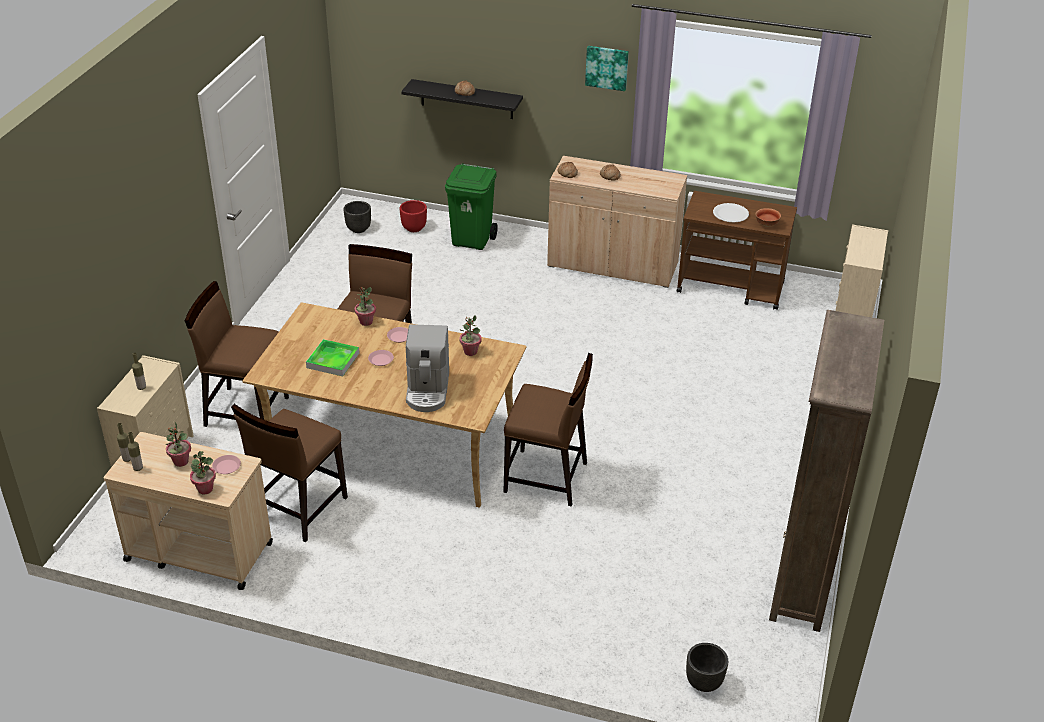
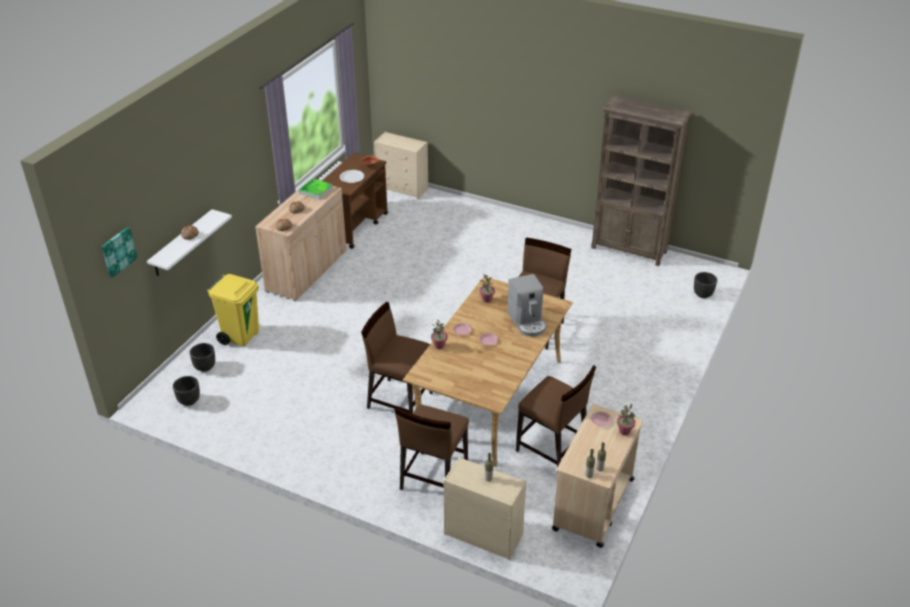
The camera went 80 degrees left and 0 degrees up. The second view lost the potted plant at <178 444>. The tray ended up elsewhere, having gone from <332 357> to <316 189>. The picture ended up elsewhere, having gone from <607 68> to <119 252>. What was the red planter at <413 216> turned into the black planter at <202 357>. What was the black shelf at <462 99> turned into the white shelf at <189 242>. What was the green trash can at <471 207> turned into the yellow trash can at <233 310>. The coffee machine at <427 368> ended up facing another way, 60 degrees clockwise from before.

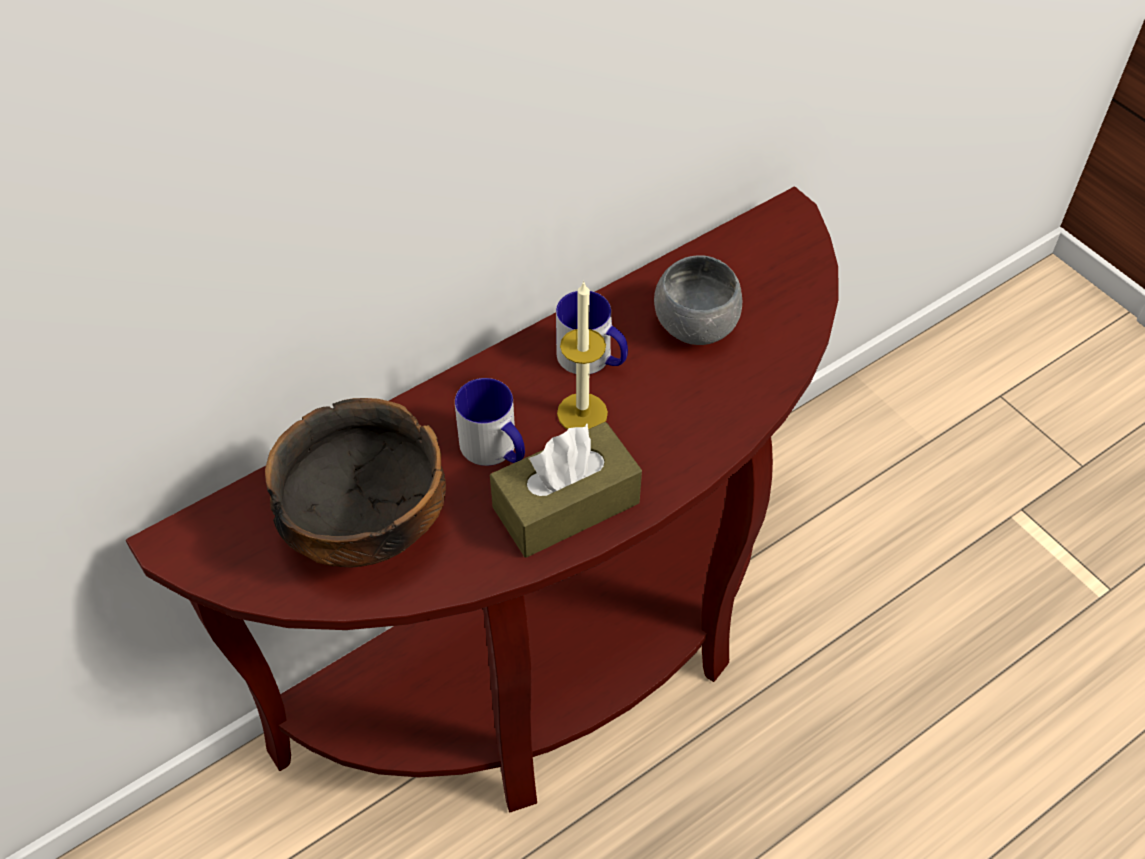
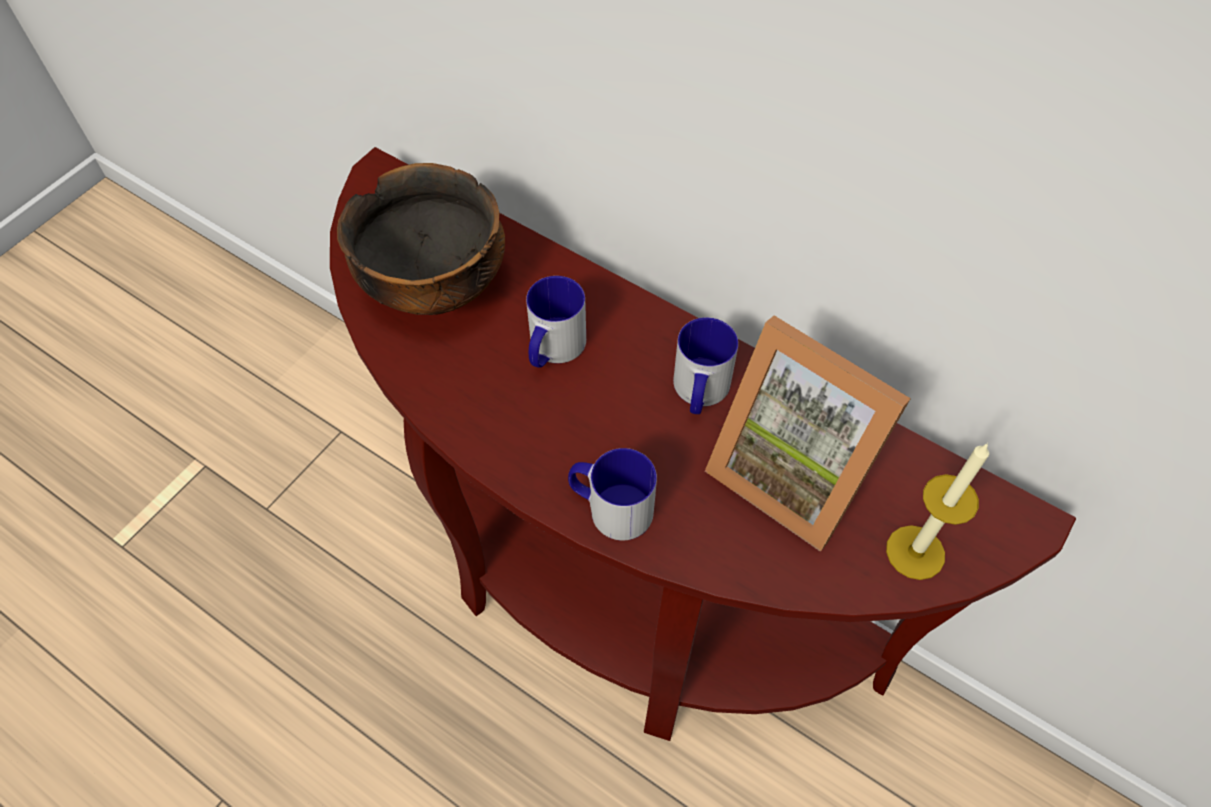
The camera went 70 degrees right and 5 degrees up. The second view lost the brown tissue box at <566 490>. The second view gained the mug at <612 494>. The candle ended up elsewhere, having gone from <582 355> to <937 511>. Where the grey bowl stood at <698 300>, the picture frame came to stand at <808 434>.

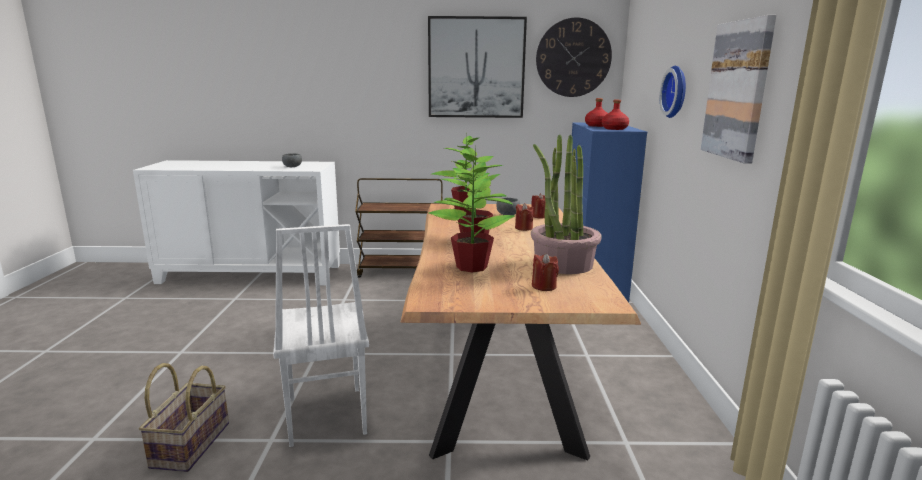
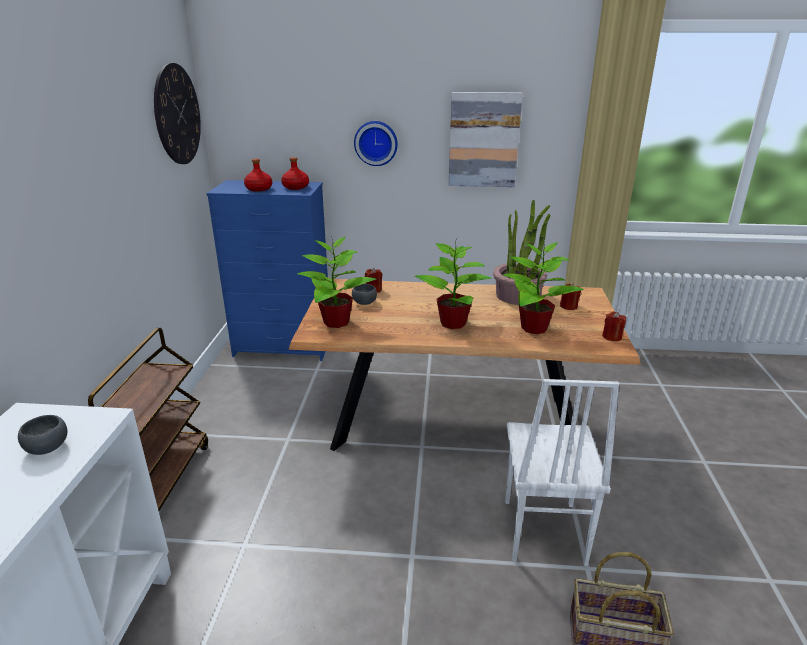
The camera went 85 degrees left and 10 degrees up. The second view lost the picture at <477 67>. The red candle ended up elsewhere, having gone from <524 217> to <614 326>. The white chair at <321 335> ended up facing another way, 105 degrees clockwise from before.

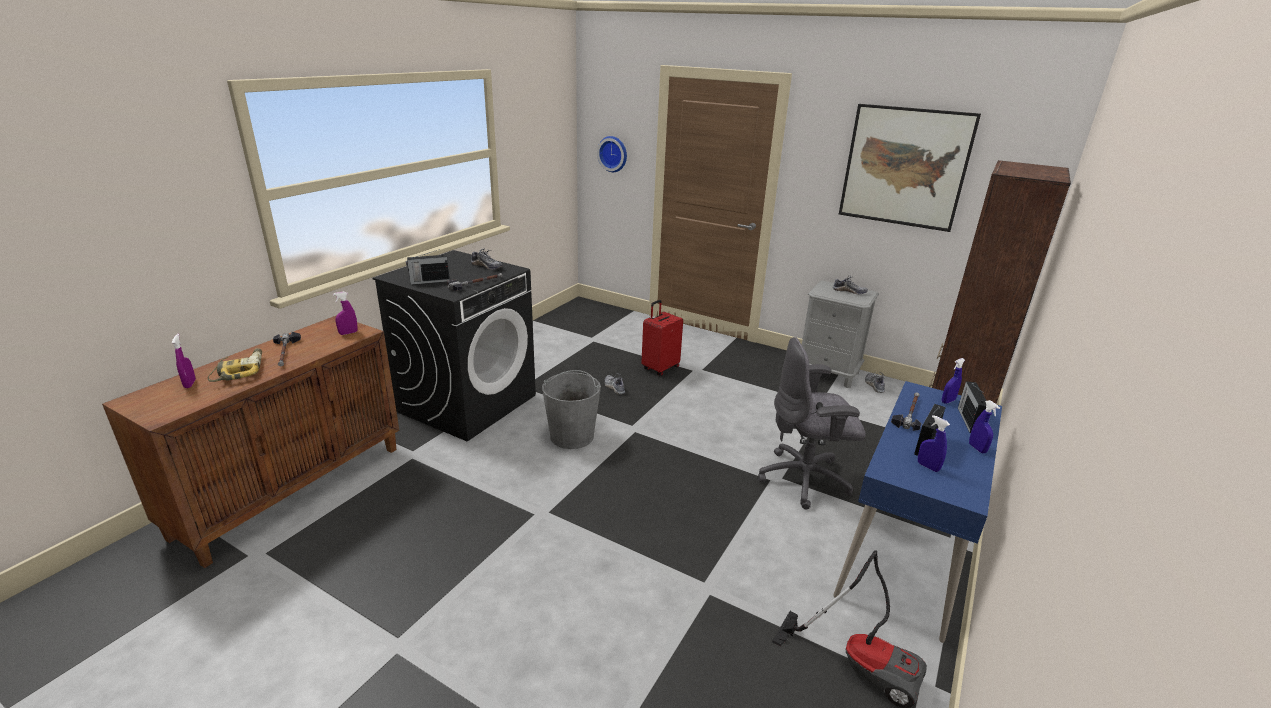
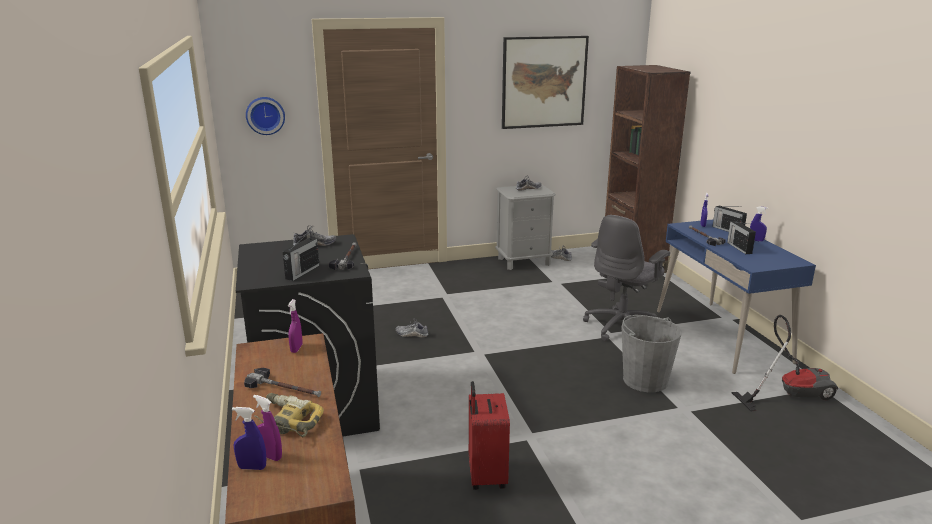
The camera went 45 degrees left and 5 degrees down. The grey bucket ended up elsewhere, having gone from <571 409> to <651 353>. The red suitcase ended up elsewhere, having gone from <662 338> to <489 435>. The blue spray bottle ended up elsewhere, having gone from <934 443> to <249 438>.

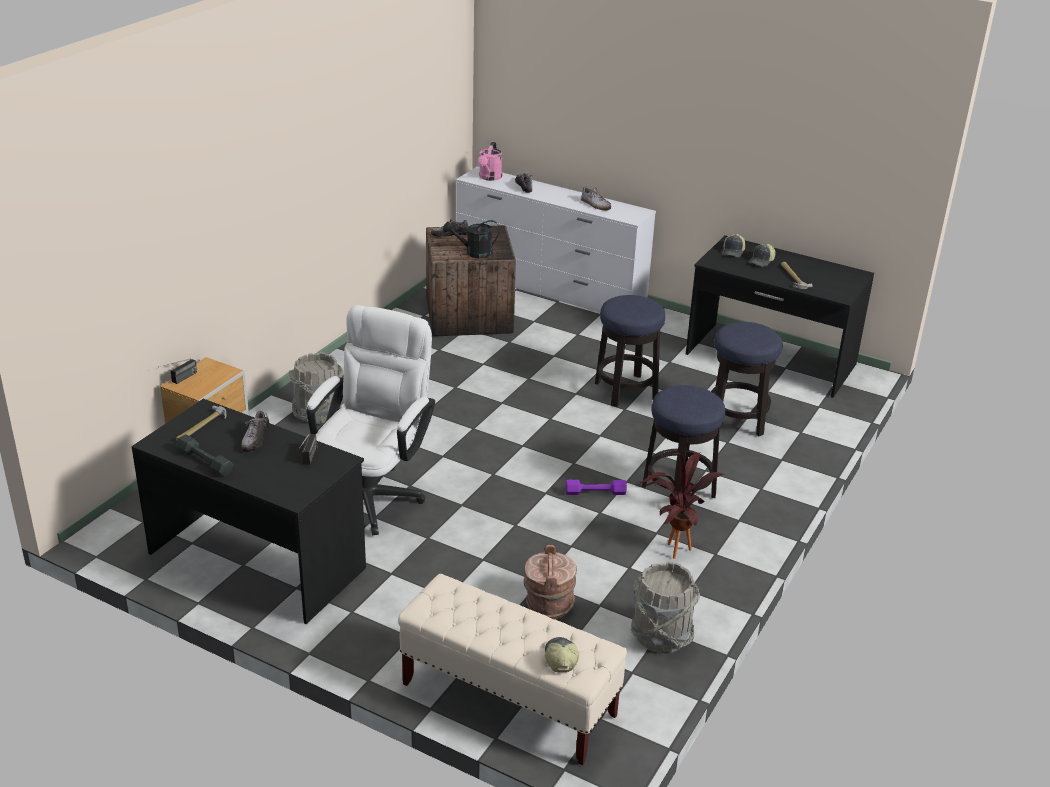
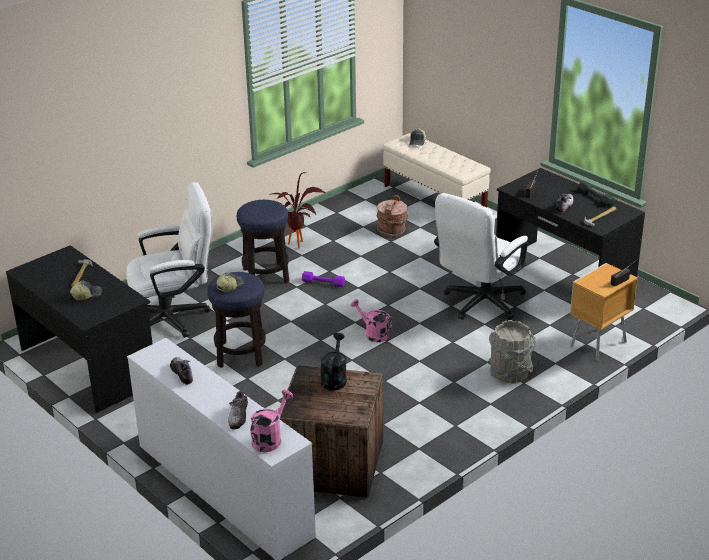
The camera went 160 degrees left and 0 degrees up. The second view lost the shoe at <450 228>. The second view lost the grey bucket at <665 607>. The second view gained the pink watering can at <371 320>. The cap ended up elsewhere, having gone from <733 245> to <230 282>. Where the stool stood at <746 379>, the white office chair came to stand at <169 260>. The black watering can at <471 239> ended up facing another way, 90 degrees counterclockwise from before.

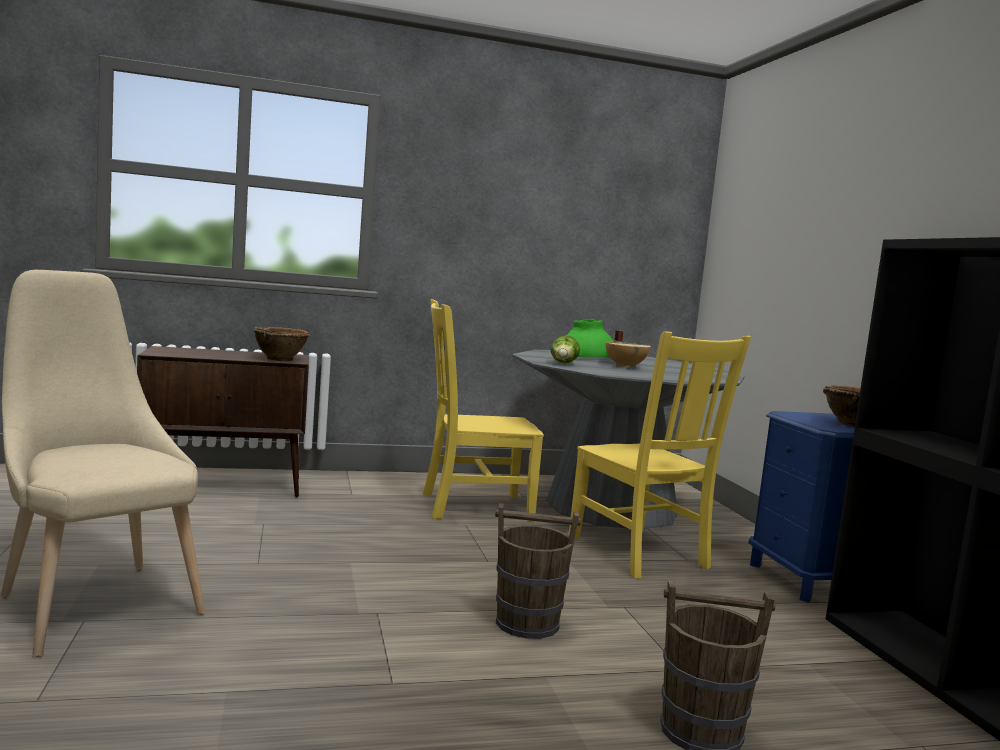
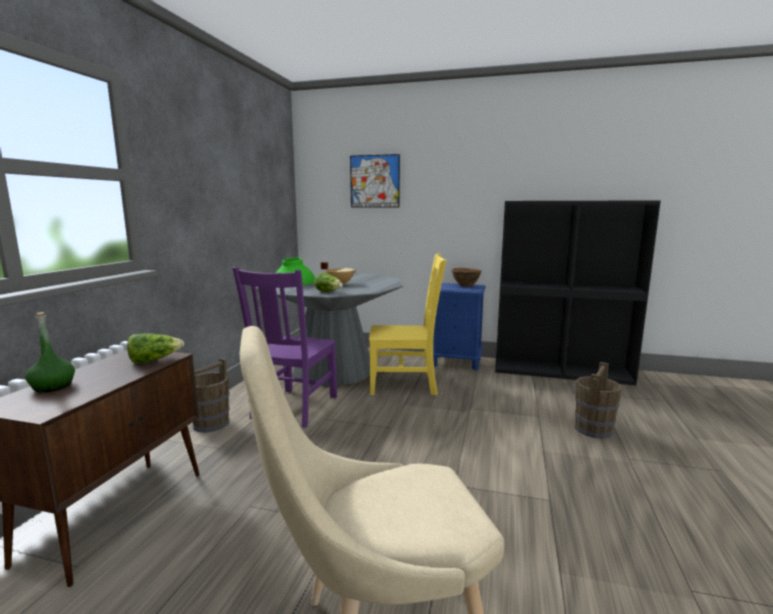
The camera went 60 degrees left and 5 degrees up. The second view gained the green bottle at <50 352>. The second view gained the picture at <375 181>. The brown bucket ended up elsewhere, having gone from <538 571> to <210 395>. Where the brown bowl stood at <281 344>, the lettuce came to stand at <155 348>. What was the yellow chair at <483 410> turned into the purple chair at <284 347>.

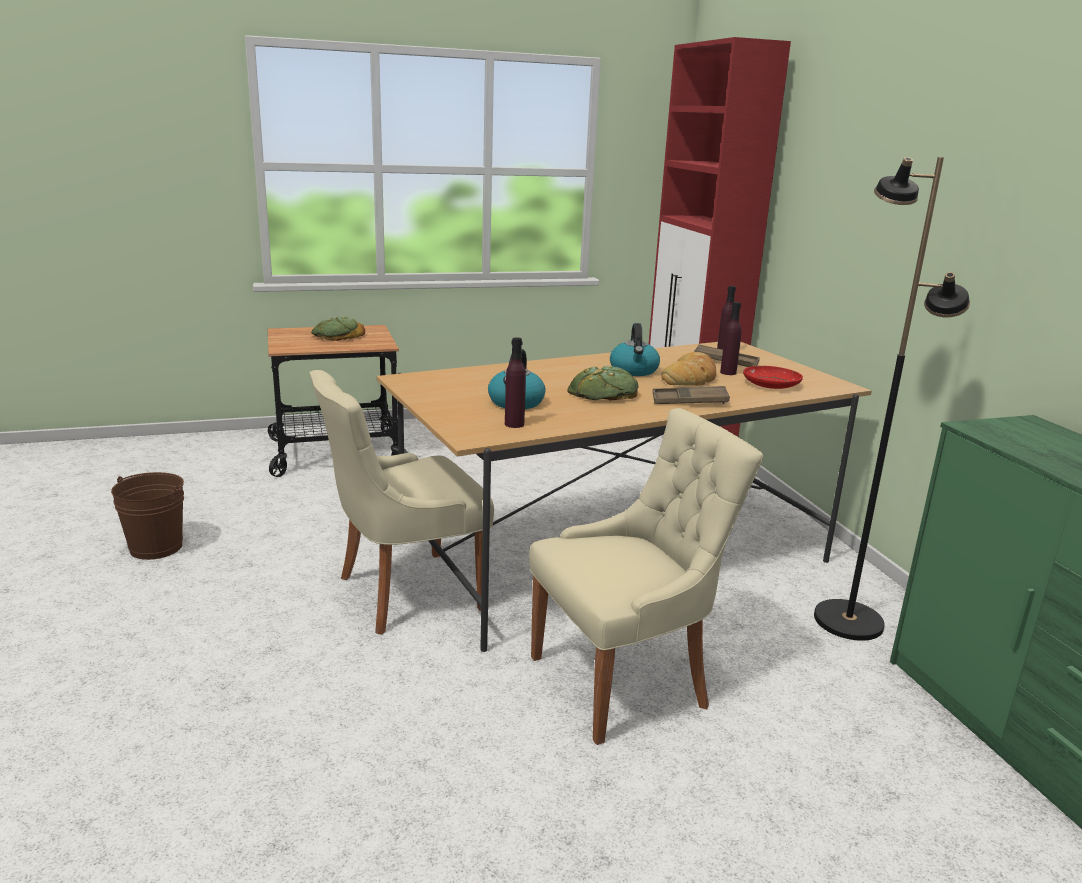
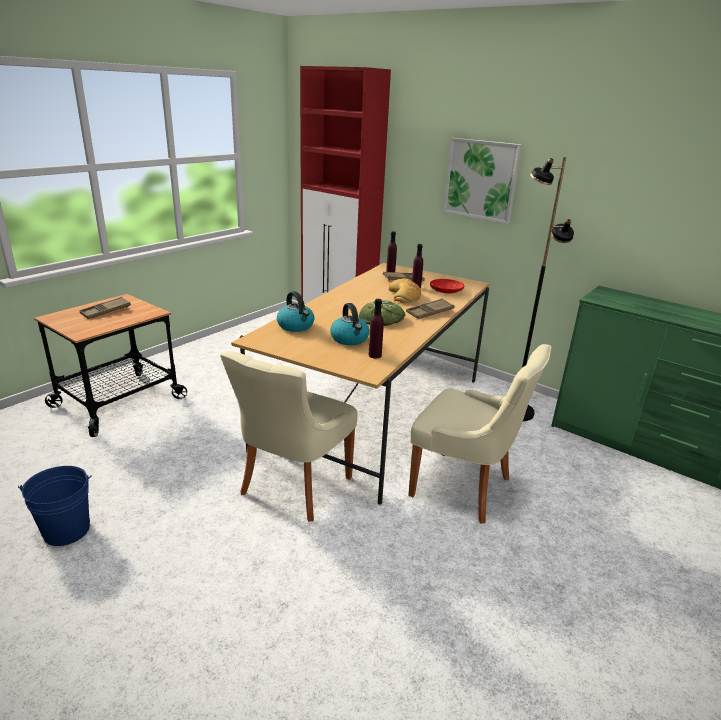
The camera went 35 degrees left and 5 degrees up. The second view gained the picture at <482 181>. The kettle ended up elsewhere, having gone from <635 349> to <296 311>. Where the bread stood at <338 328>, the brown tray came to stand at <105 308>. What was the brown bucket at <147 516> turned into the blue bucket at <55 506>. The beige chair at <646 576> ended up facing another way, 90 degrees clockwise from before.

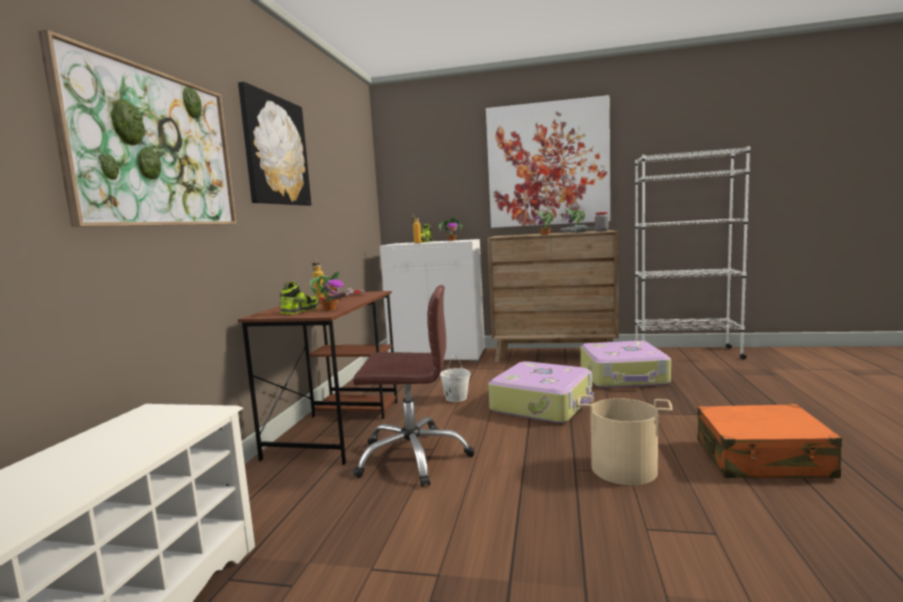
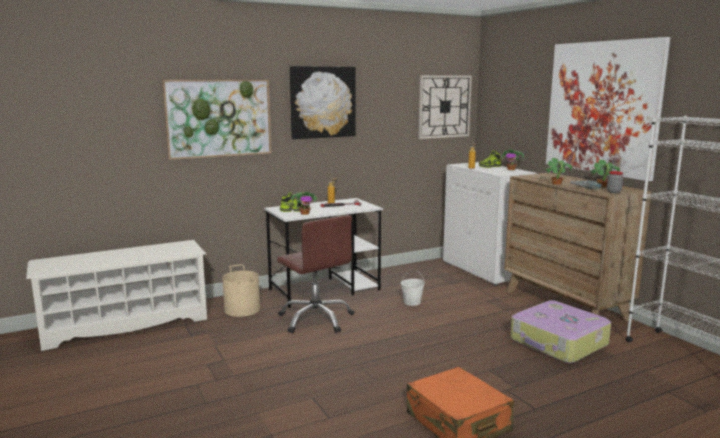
The camera went 50 degrees right and 5 degrees up. The second view lost the suitcase at <541 392>. The second view gained the wall clock at <445 107>. The beige bucket ended up elsewhere, having gone from <625 440> to <241 290>. What was the brown desk at <318 378> turned into the white desk at <323 253>.

